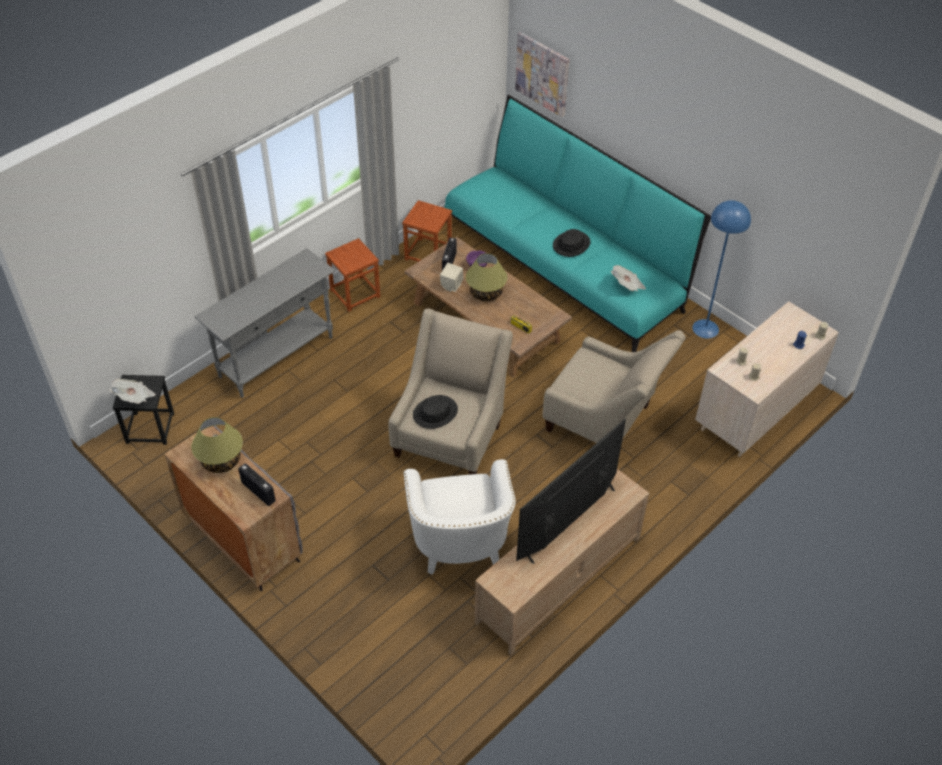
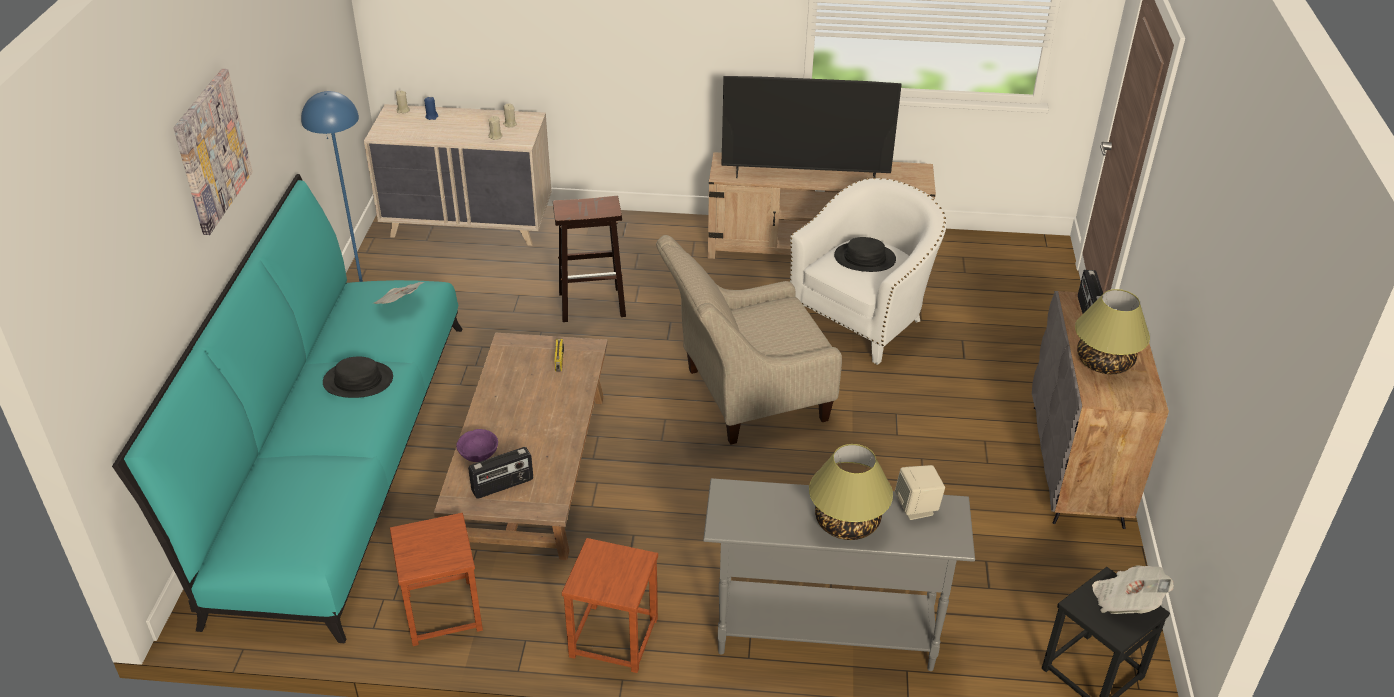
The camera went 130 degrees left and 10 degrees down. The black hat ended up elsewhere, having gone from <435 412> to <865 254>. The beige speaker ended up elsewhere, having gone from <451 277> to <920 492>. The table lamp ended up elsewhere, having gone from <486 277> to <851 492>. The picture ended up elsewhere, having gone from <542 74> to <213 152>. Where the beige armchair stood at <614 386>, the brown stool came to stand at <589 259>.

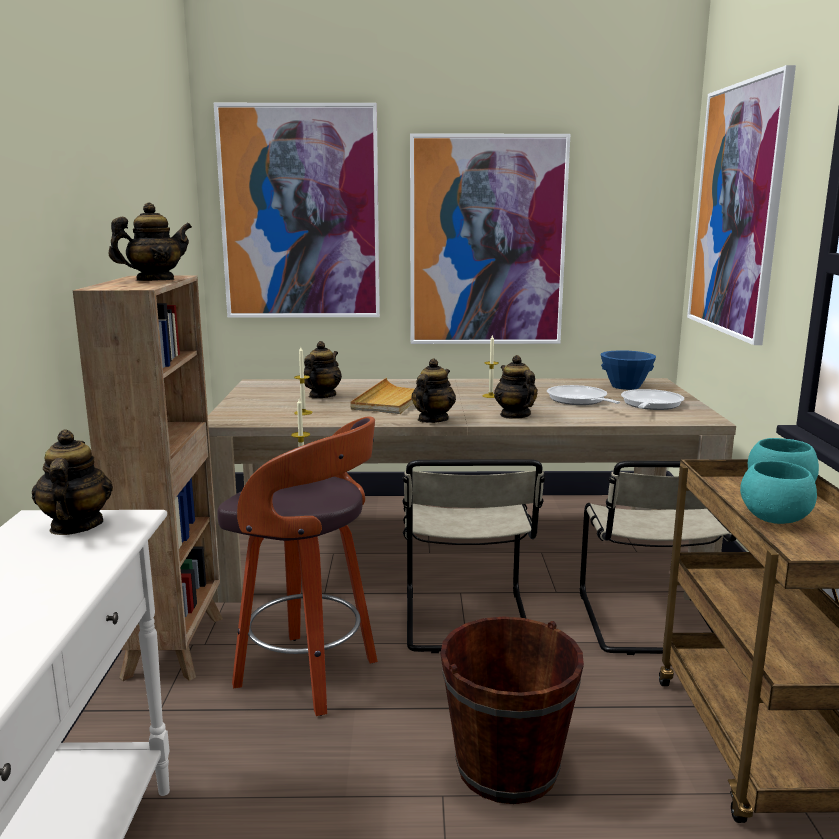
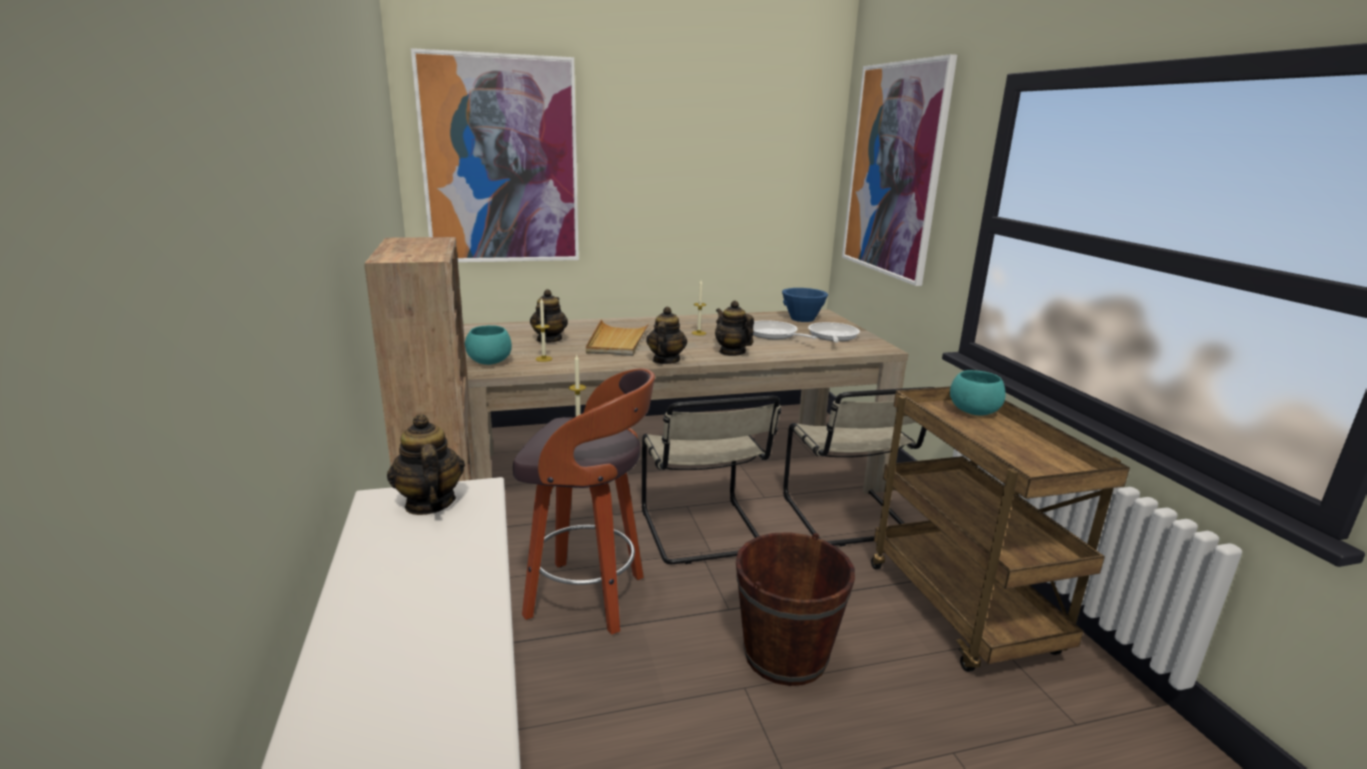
The camera went 15 degrees left and 5 degrees up. The second view lost the teapot at <150 242>. The second view lost the picture at <490 239>. The turquoise bowl ended up elsewhere, having gone from <778 492> to <488 345>.

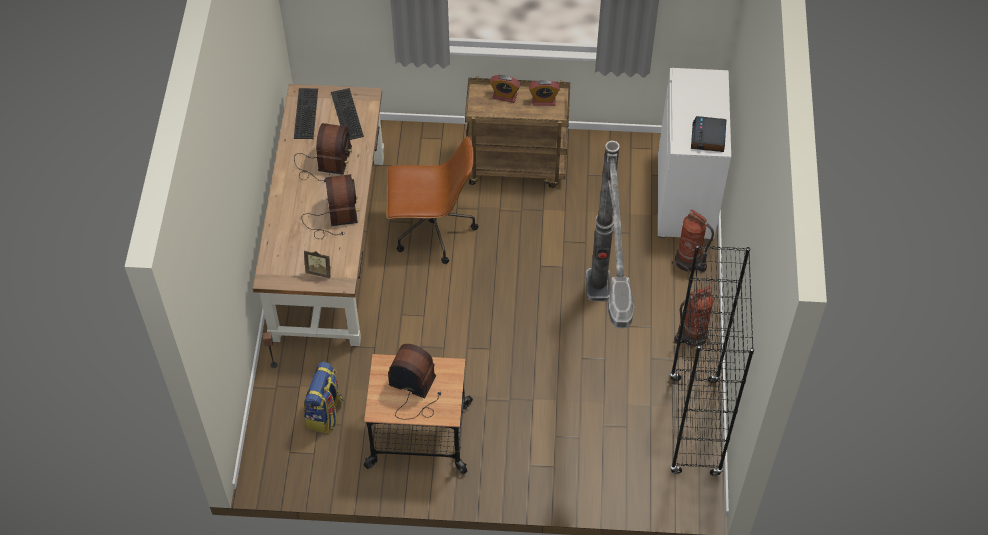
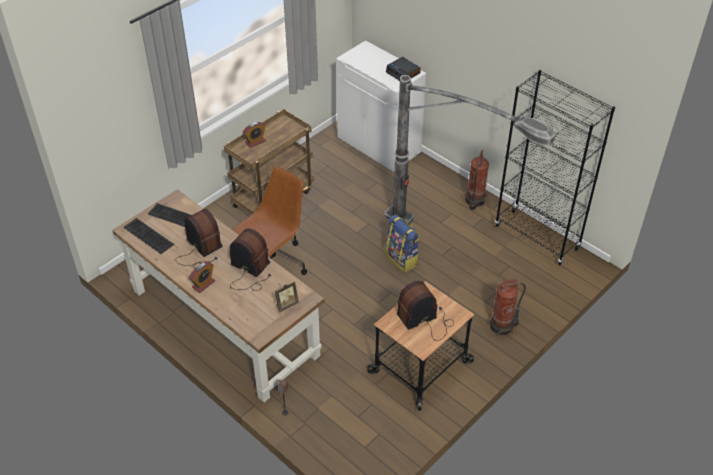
The camera went 50 degrees left and 10 degrees down. The backpack ended up elsewhere, having gone from <323 397> to <402 243>. The alarm clock ended up elsewhere, having gone from <544 93> to <202 277>. The fire extinguisher ended up elsewhere, having gone from <693 241> to <507 307>.

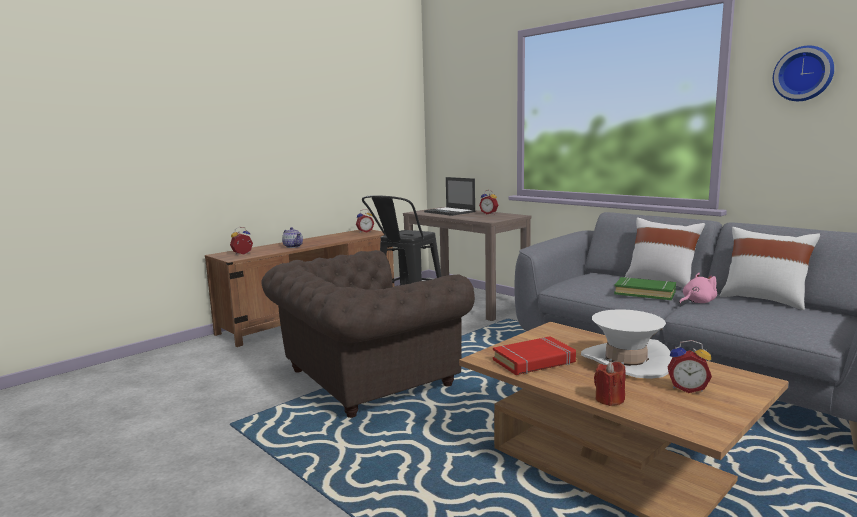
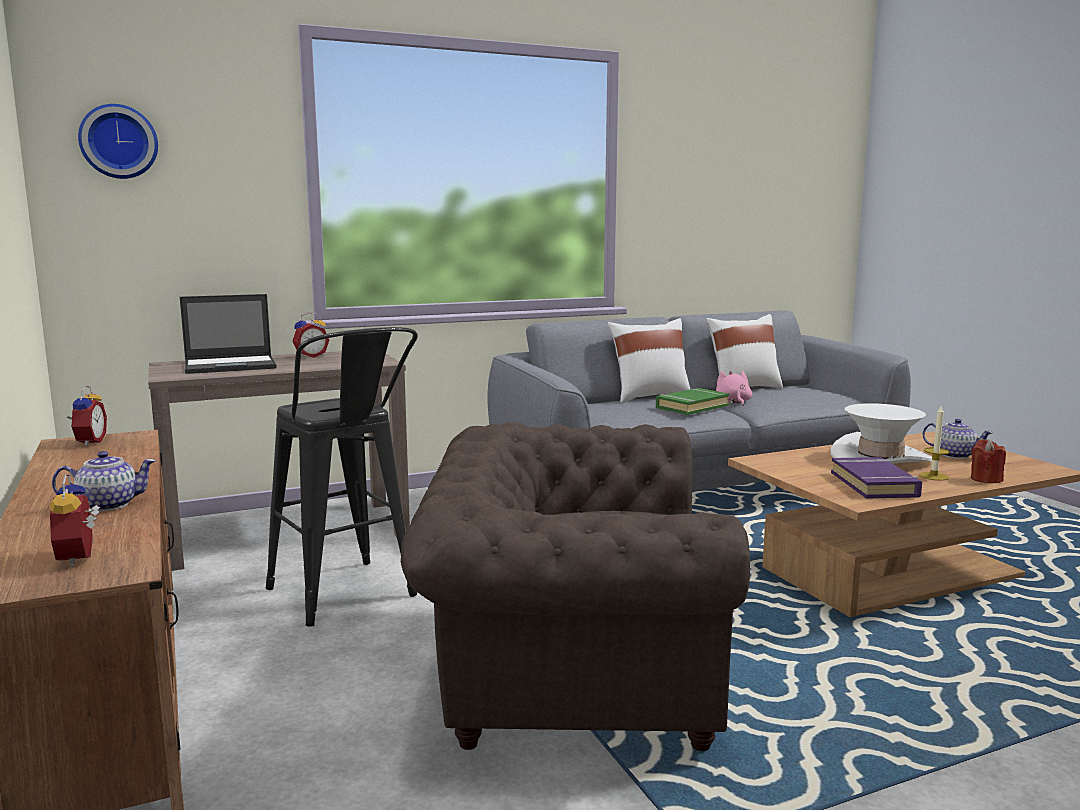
The camera went 70 degrees left and 0 degrees up. The second view gained the candle at <934 443>. The wall clock ended up elsewhere, having gone from <803 73> to <118 141>. Where the alarm clock stood at <690 366>, the teapot came to stand at <958 439>. What was the red book at <534 355> turned into the purple book at <876 478>. The brown armchair at <368 334> ended up facing another way, 105 degrees clockwise from before.

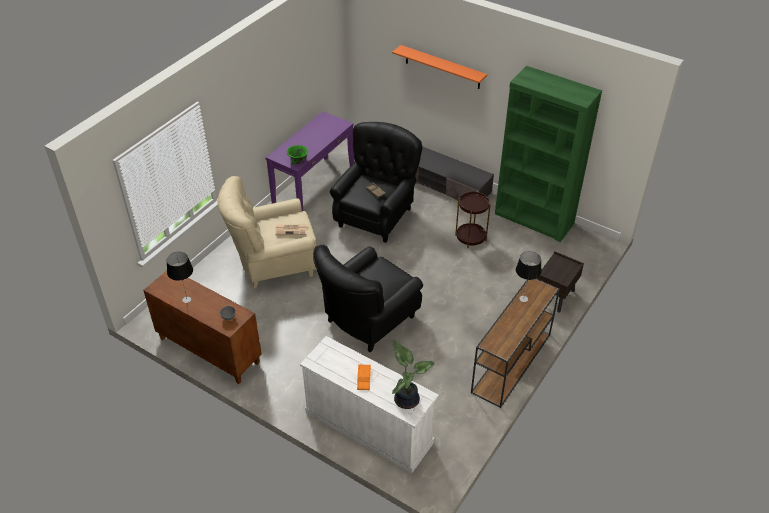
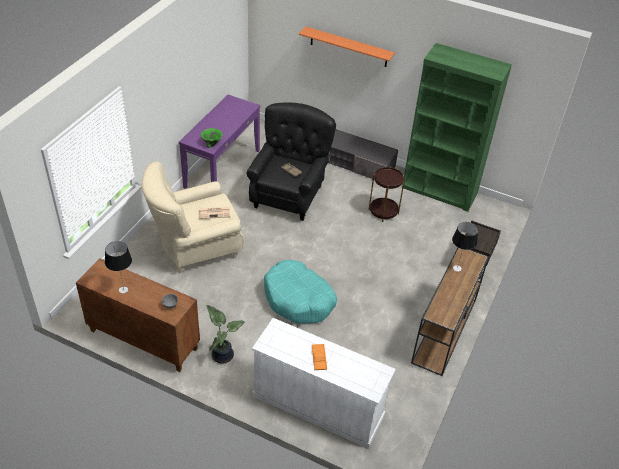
The camera went 10 degrees left and 0 degrees up. The potted plant ended up elsewhere, having gone from <413 375> to <225 334>. Where the black armchair stood at <368 298>, the turquoise dog bed came to stand at <300 292>.

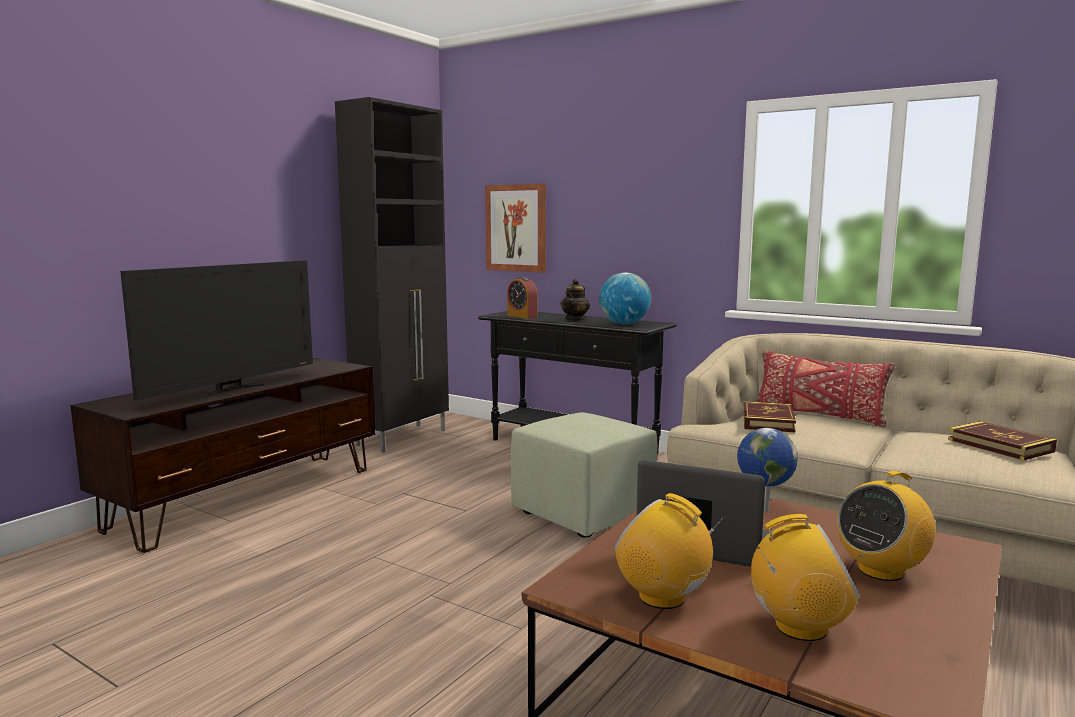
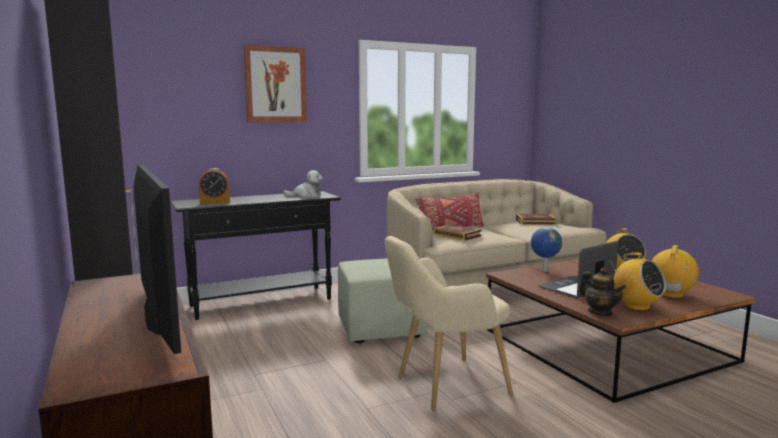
The camera went 60 degrees left and 0 degrees up. The second view gained the beige armchair at <449 323>. The picture ended up elsewhere, having gone from <515 228> to <275 83>. The teapot ended up elsewhere, having gone from <575 300> to <602 291>. Where the globe stood at <625 299>, the plush toy came to stand at <303 184>. The radio at <669 551> ended up facing another way, 105 degrees counterclockwise from before.

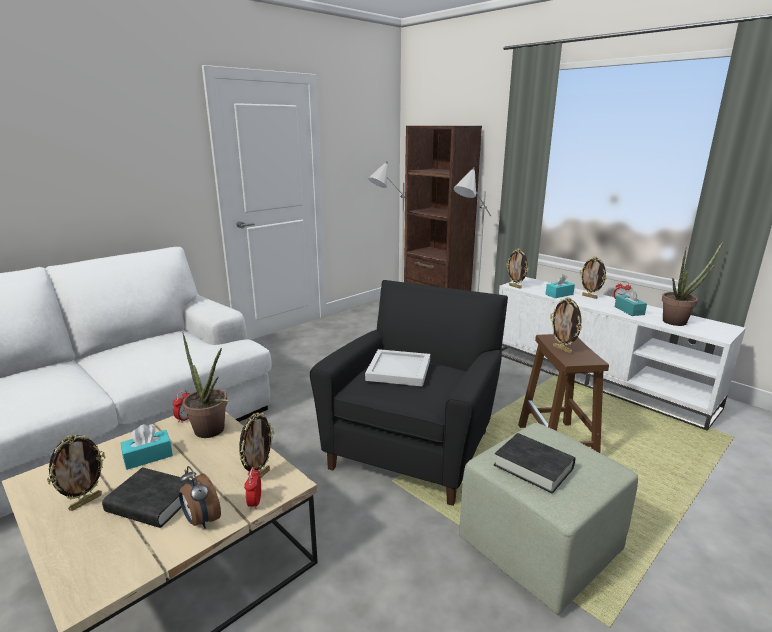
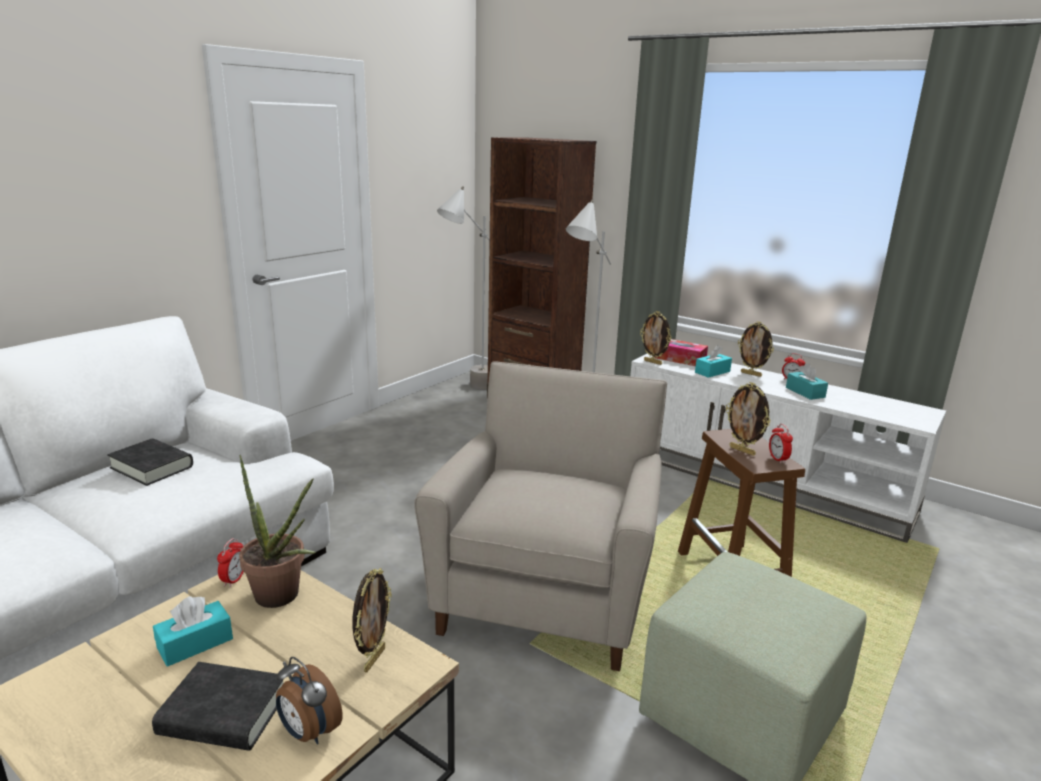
The camera went 10 degrees left and 0 degrees up. The second view lost the picture frame at <76 473>. The second view lost the white tray at <397 368>. The second view lost the potted plant at <692 283>. The second view gained the tissue box at <681 352>. The alarm clock ended up elsewhere, having gone from <252 488> to <781 444>. The black book ended up elsewhere, having gone from <534 463> to <150 462>. What was the black armchair at <409 393> turned into the beige armchair at <540 516>.

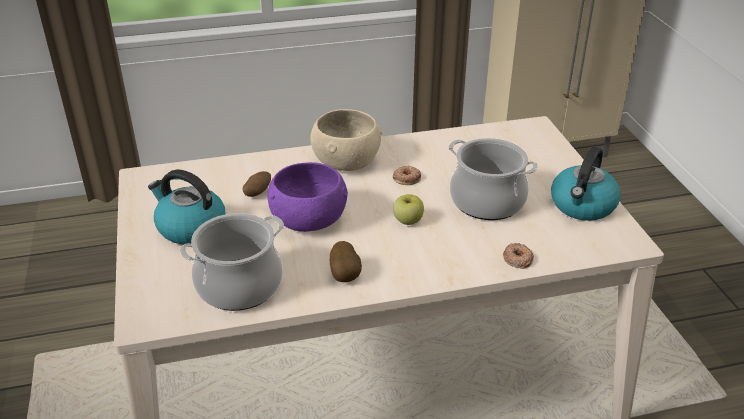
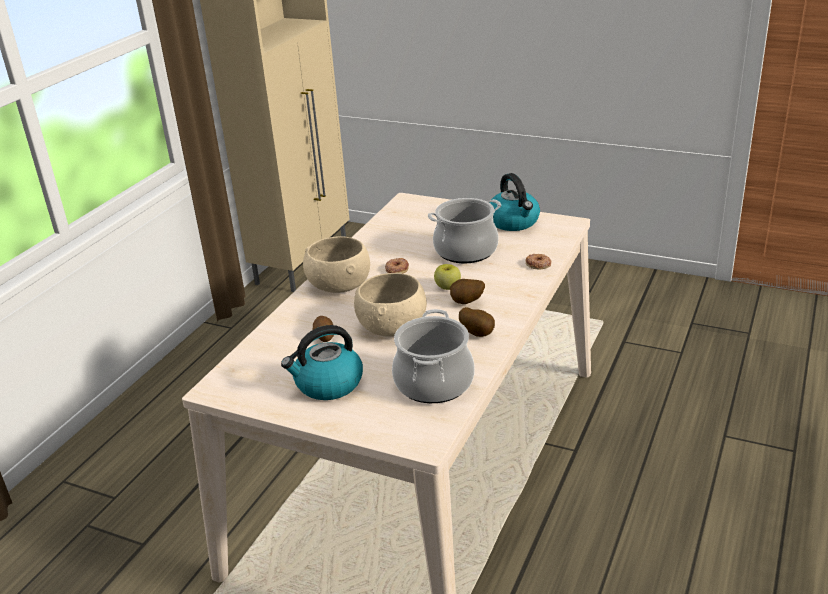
The camera went 50 degrees left and 5 degrees down. The second view gained the potato at <467 291>. What was the purple bowl at <308 197> turned into the beige bowl at <390 304>.

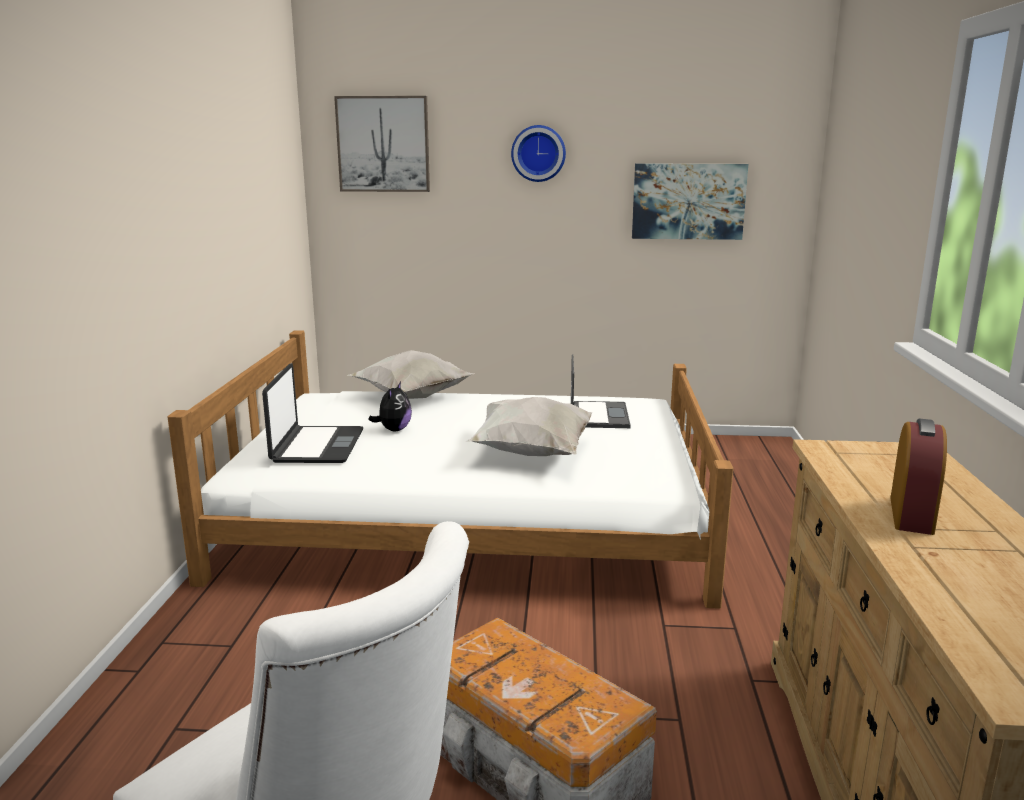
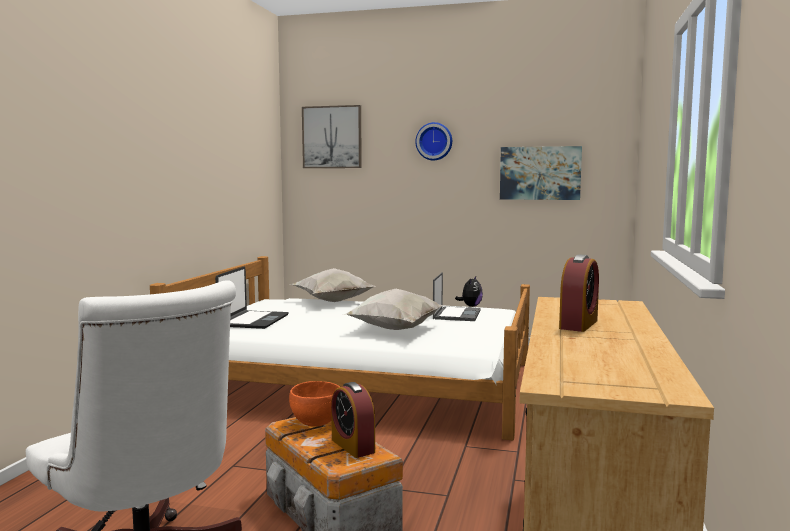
The camera went 10 degrees right and 10 degrees down. The second view gained the orange bowl at <314 404>. The second view gained the alarm clock at <353 420>. The plush toy ended up elsewhere, having gone from <390 406> to <469 291>.

